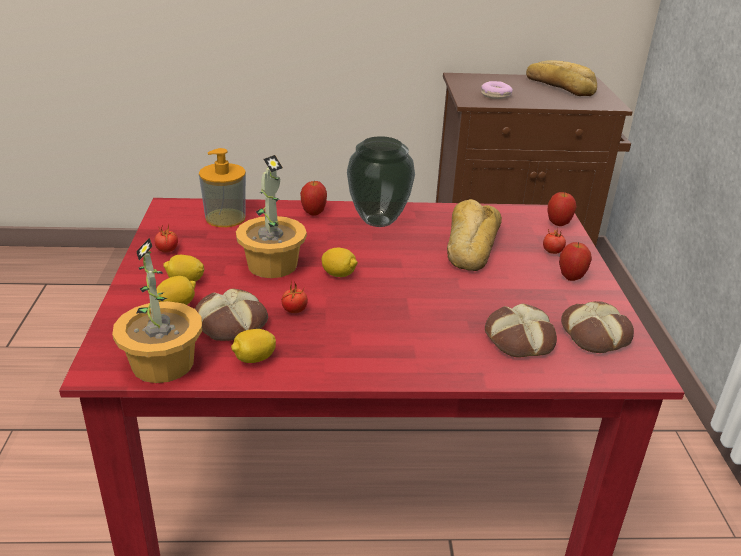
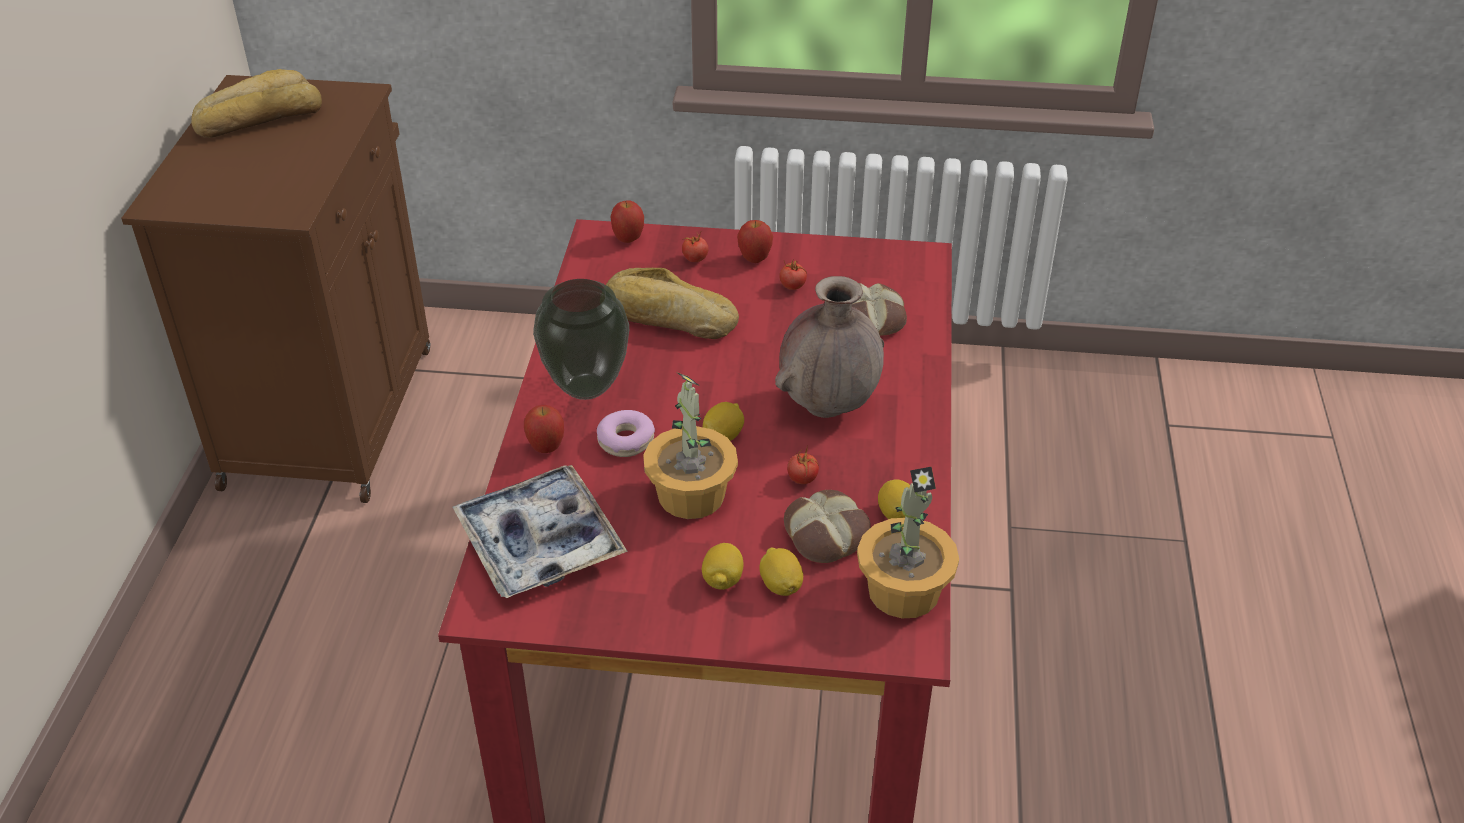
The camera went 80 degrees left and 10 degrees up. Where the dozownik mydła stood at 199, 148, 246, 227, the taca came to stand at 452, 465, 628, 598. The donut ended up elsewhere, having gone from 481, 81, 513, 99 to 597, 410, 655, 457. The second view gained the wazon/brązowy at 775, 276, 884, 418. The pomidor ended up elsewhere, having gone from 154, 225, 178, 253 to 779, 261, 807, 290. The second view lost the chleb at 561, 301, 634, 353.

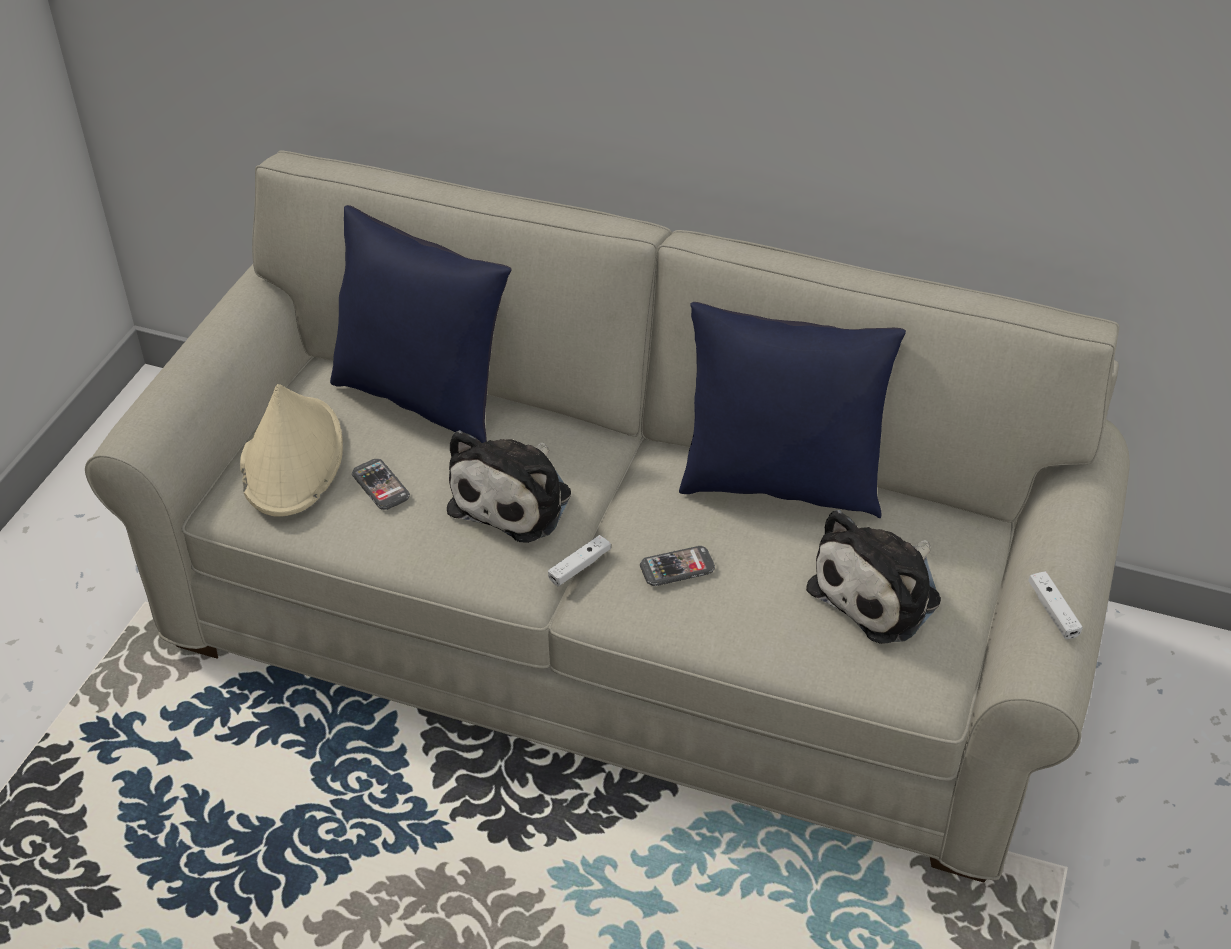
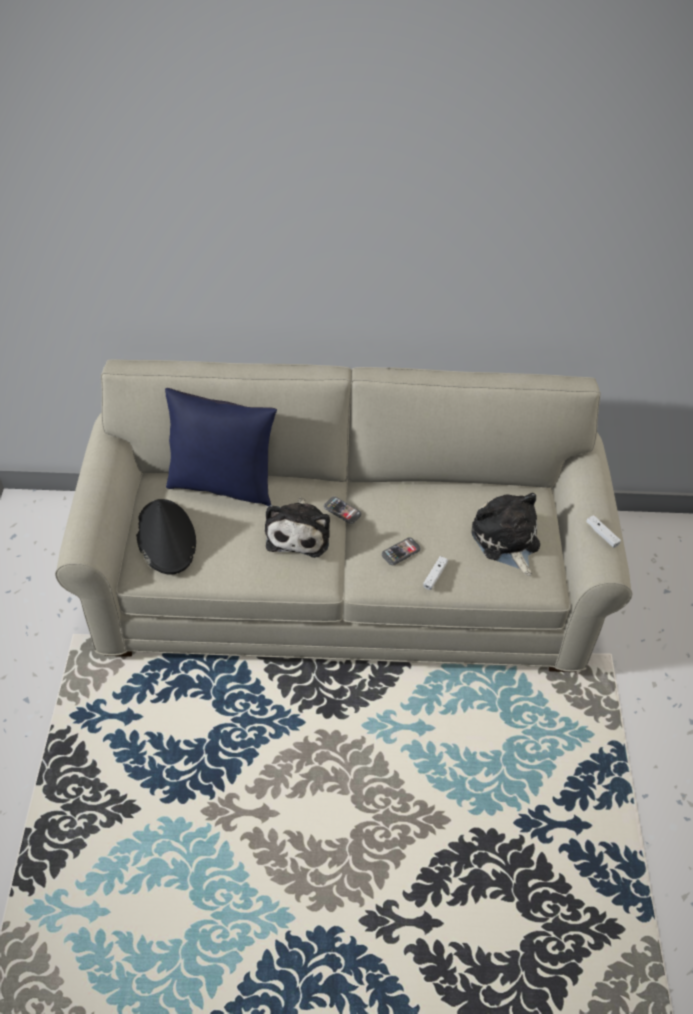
The camera went 20 degrees left and 5 degrees up. What was the kapelusz/beżowy at 240, 384, 343, 516 turned into the kapelusz/czarny at 136, 499, 196, 575. The telefon ended up elsewhere, having gone from 352, 459, 410, 510 to 324, 496, 361, 524. The pad do gier/biały ended up elsewhere, having gone from 548, 535, 611, 586 to 423, 556, 448, 590. The pluszak at 806, 510, 941, 644 ended up facing another way, 135 degrees clockwise from before. The second view lost the poduszka/niebieski at 679, 302, 906, 518.

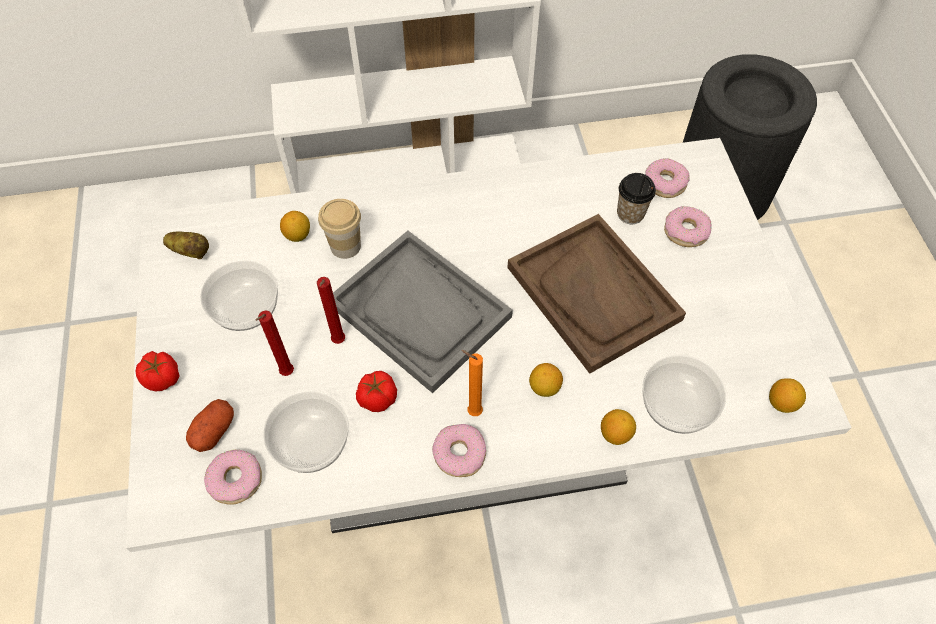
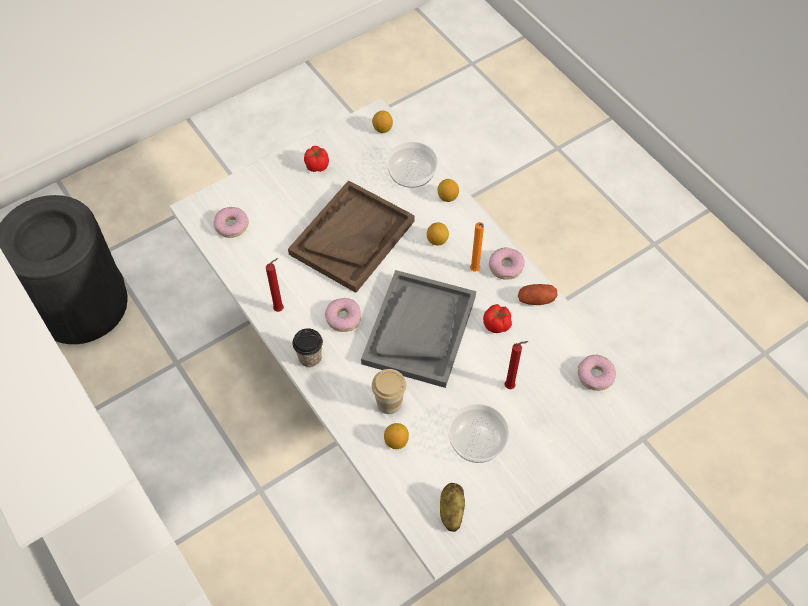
The camera went 115 degrees left and 0 degrees up. The świeca/czerwony ended up elsewhere, having gone from 317, 277, 345, 344 to 266, 258, 284, 312. The filiżanka ended up elsewhere, having gone from 617, 173, 656, 224 to 292, 328, 323, 367. The pomidor ended up elsewhere, having gone from 136, 351, 180, 392 to 304, 146, 329, 172. The donut ended up elsewhere, having gone from 664, 206, 712, 247 to 325, 298, 361, 332. The ziemniak ended up elsewhere, having gone from 186, 399, 234, 452 to 518, 284, 557, 305. The second view lost the miska at 263, 391, 349, 473.

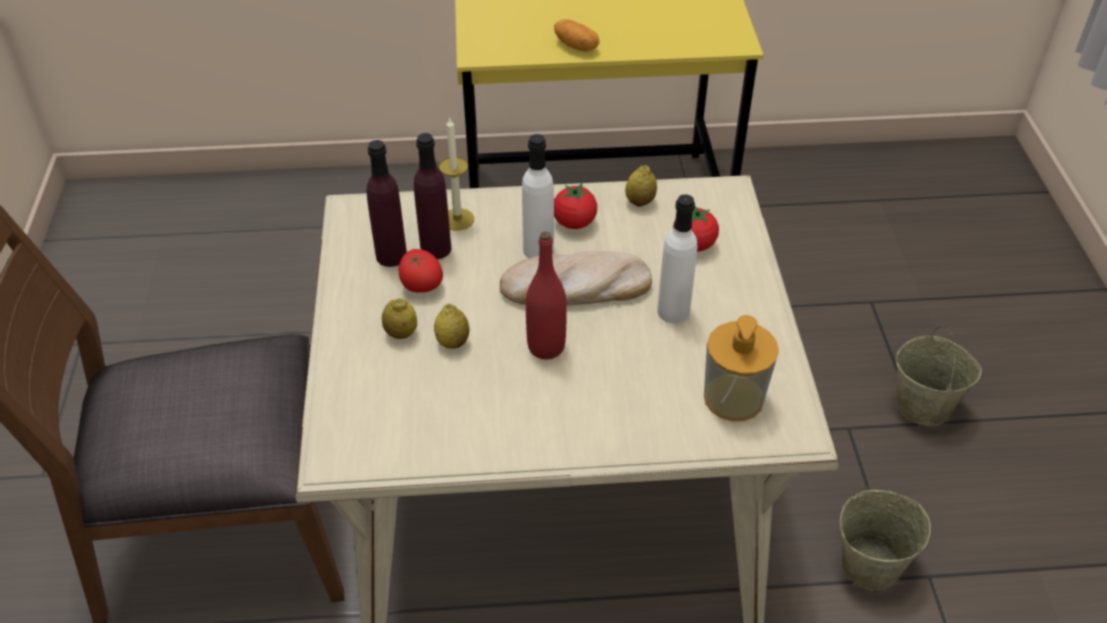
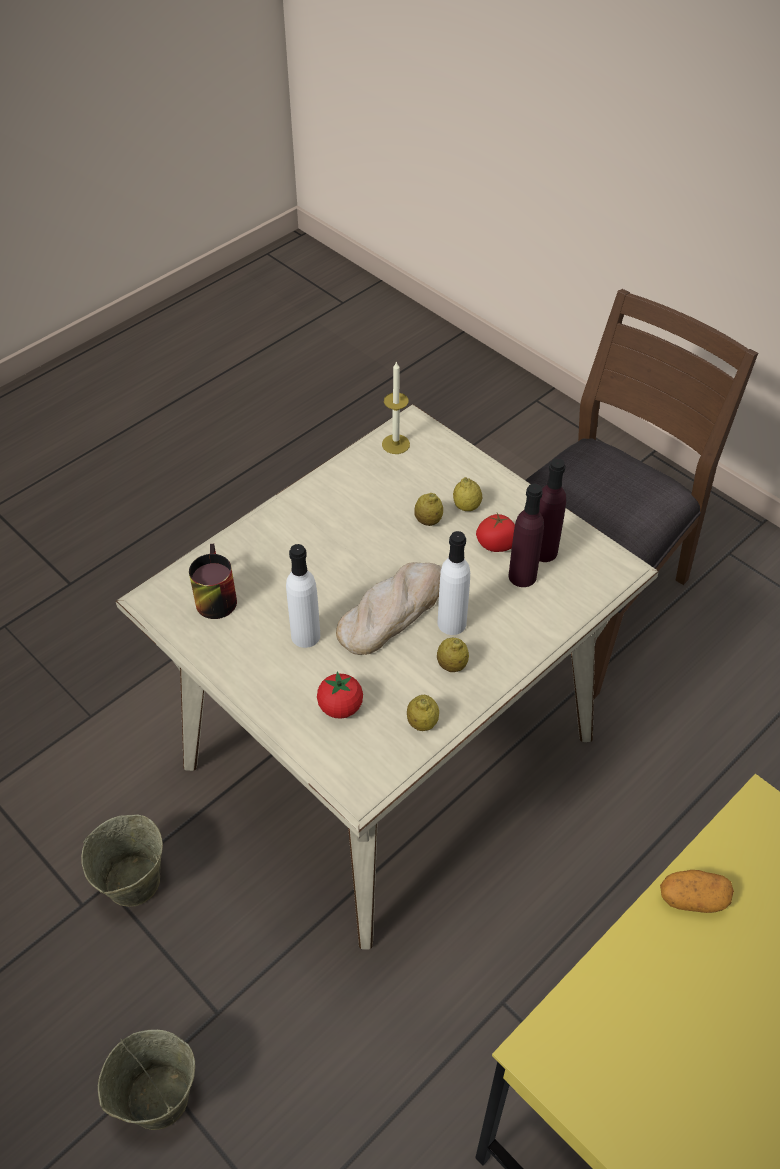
The camera went 140 degrees right and 5 degrees up. Where the dozownik mydła stood at 704, 315, 779, 421, the kubek came to stand at 189, 544, 237, 619. The świeca ended up elsewhere, having gone from 439, 118, 474, 230 to 382, 361, 410, 454. Where the pomidor stood at 554, 183, 597, 229, the cytryna came to stand at 437, 638, 469, 672. The second view lost the butelka/czerwony at 526, 232, 567, 359.

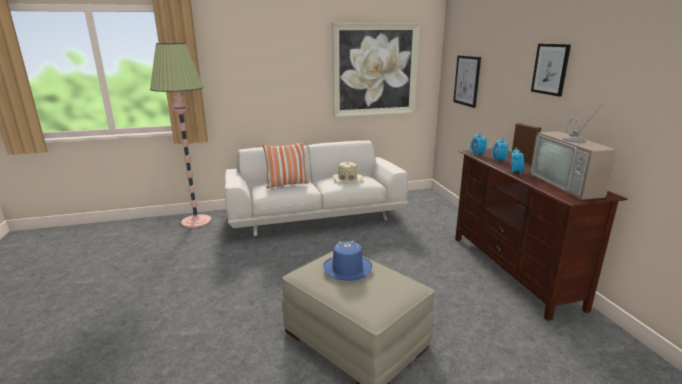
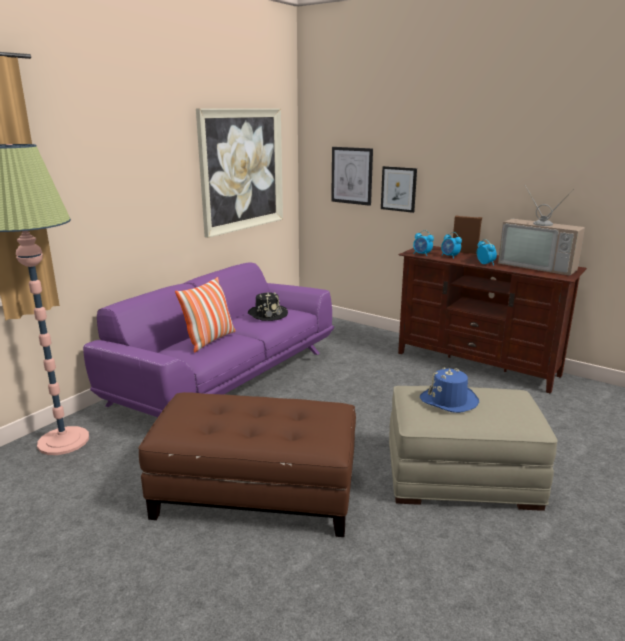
The camera went 40 degrees left and 0 degrees up. What was the kanapa/biały at 225, 141, 408, 236 turned into the kanapa/fioletowy at 83, 262, 334, 417. The second view gained the pufa/brązowy at 138, 392, 356, 537. What was the kapelusz/beżowy at 333, 161, 363, 183 turned into the kapelusz/czarny at 248, 292, 288, 321. The obraz ended up elsewhere, having gone from 531, 44, 571, 97 to 381, 166, 417, 213.

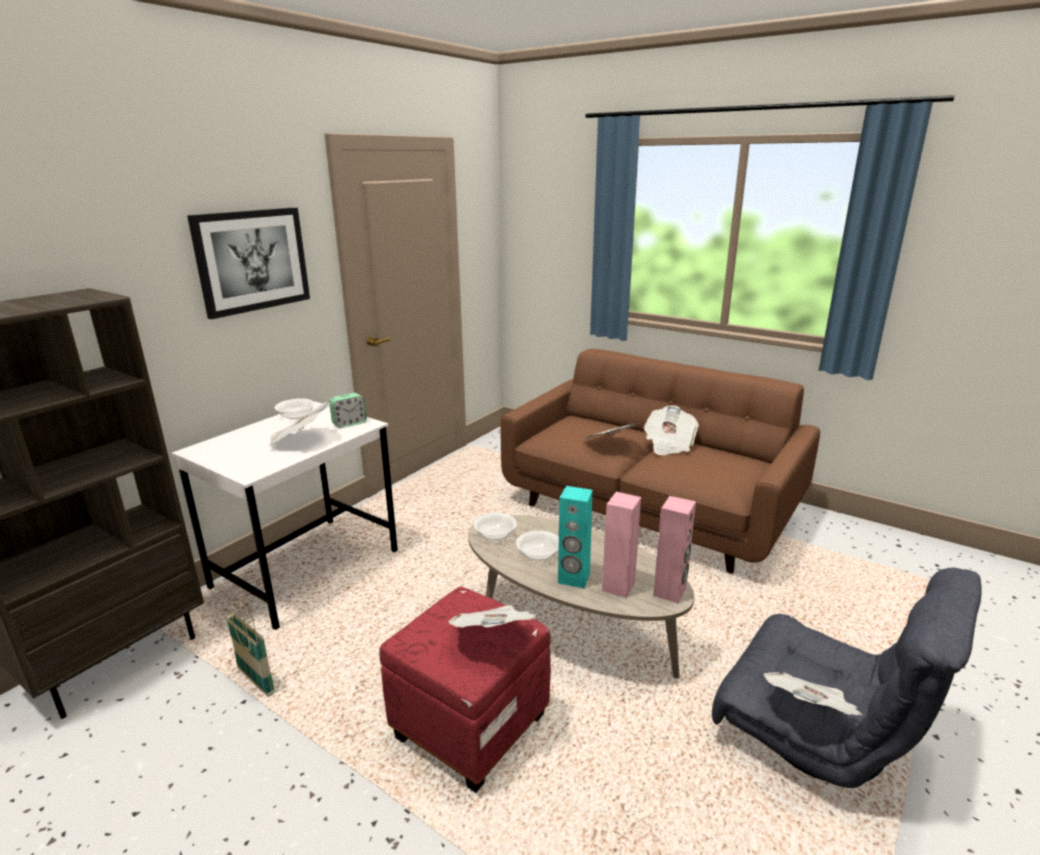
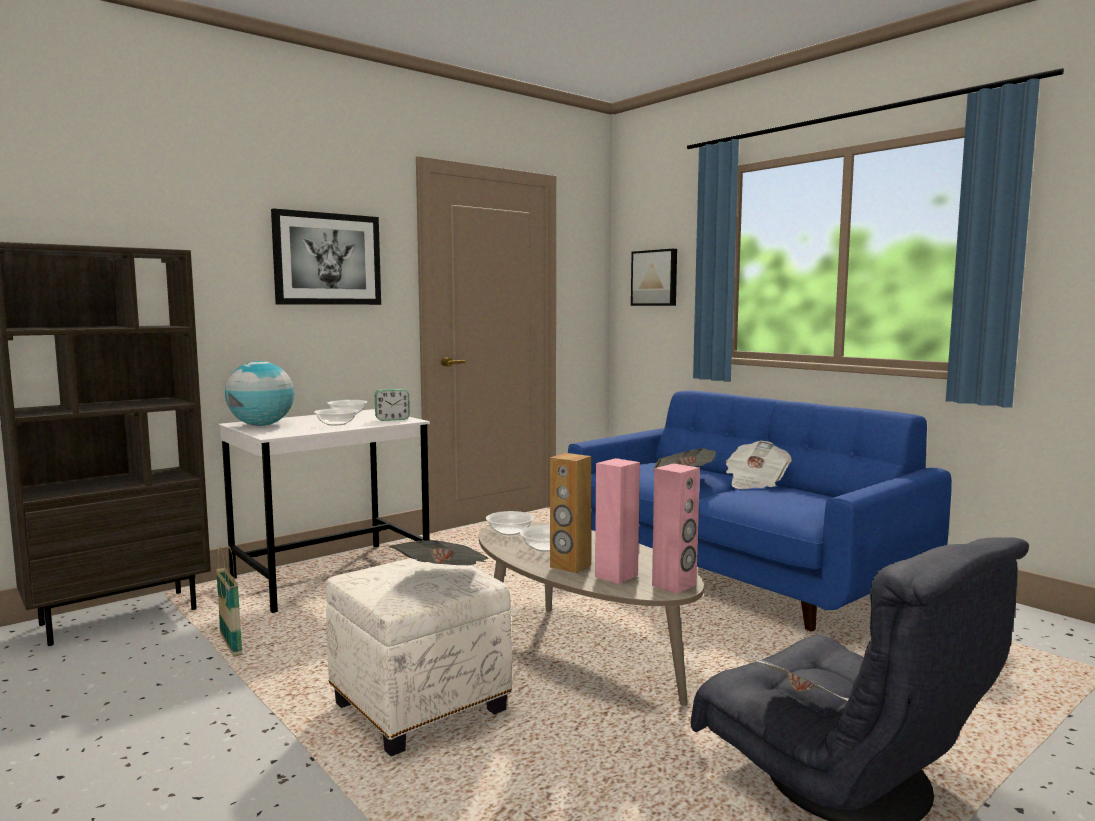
The camera went 15 degrees right and 15 degrees down. The second view gained the globus at 225, 361, 294, 426. Where the gazeta stood at 269, 402, 330, 446, the miska came to stand at 314, 408, 358, 426. What was the pufa/czerwony at 379, 587, 551, 793 turned into the pufa/biały at 326, 558, 512, 756. What was the głośnik/turkusowy at 558, 486, 593, 588 turned into the głośnik/brązowy at 550, 453, 591, 573. What was the kanapa/brązowy at 500, 349, 820, 574 turned into the kanapa/niebieski at 568, 391, 952, 631. The second view gained the obraz at 631, 249, 677, 306.

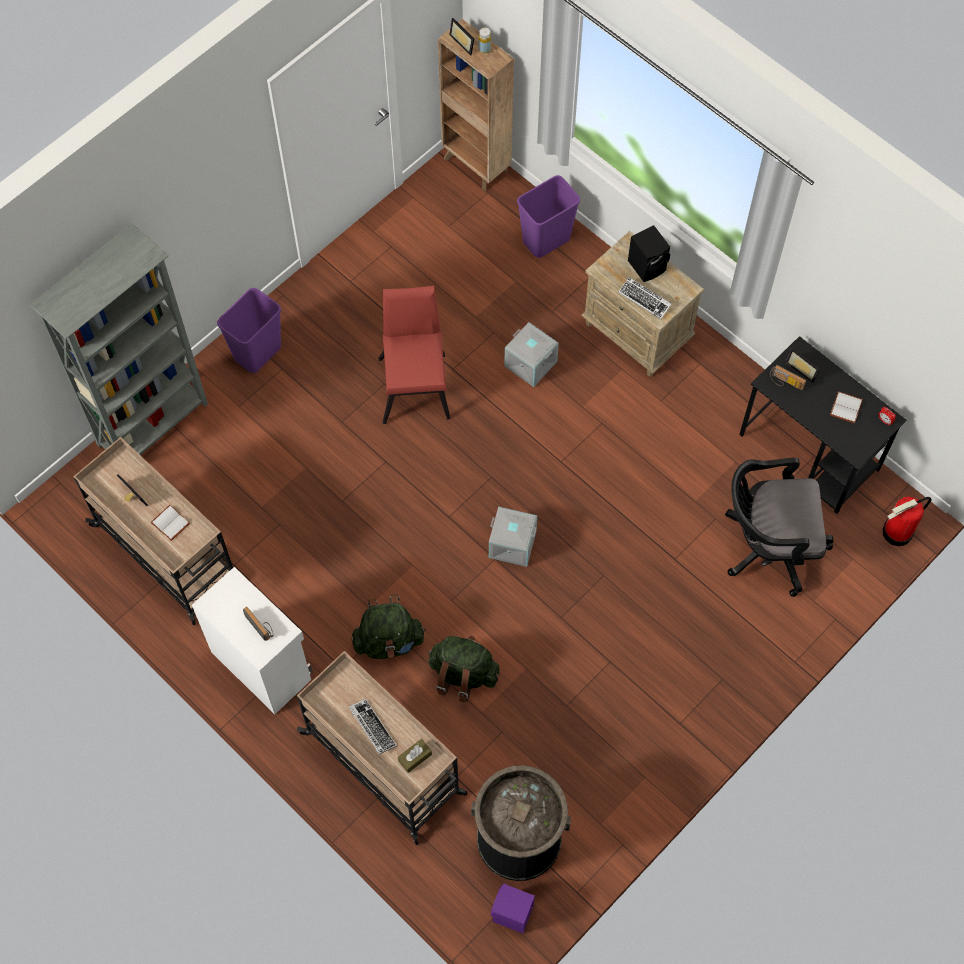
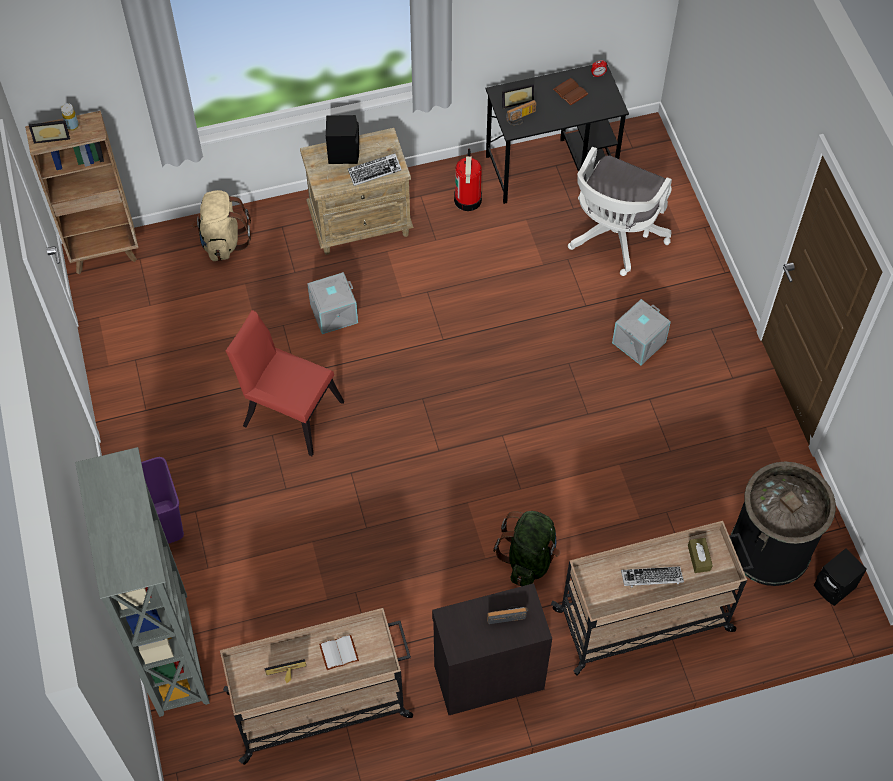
The camera went 60 degrees left and 5 degrees down. Where the kosz na śmieci/fioletowy stood at 517, 175, 580, 258, the plecak/beżowy came to stand at 192, 190, 251, 261. What was the szafka/biały at 192, 567, 313, 714 turned into the szafka/czarny at 432, 583, 552, 715. The gaśnica ended up elsewhere, having gone from 882, 497, 932, 546 to 454, 148, 482, 211. What was the książka/biały at 830, 391, 863, 424 turned into the książka/brązowy at 553, 78, 588, 106. What was the krzesło biurowe/czarny at 725, 458, 833, 597 turned into the krzesło biurowe/biały at 568, 147, 672, 276. The pojemnik do przechowywania/szary ended up elsewhere, having gone from 489, 506, 537, 567 to 612, 299, 671, 365. What was the głośnik/fioletowy at 490, 884, 535, 933 turned into the głośnik/czarny at 814, 548, 867, 606. The second view lost the plecak/zielony at 428, 636, 500, 702.

